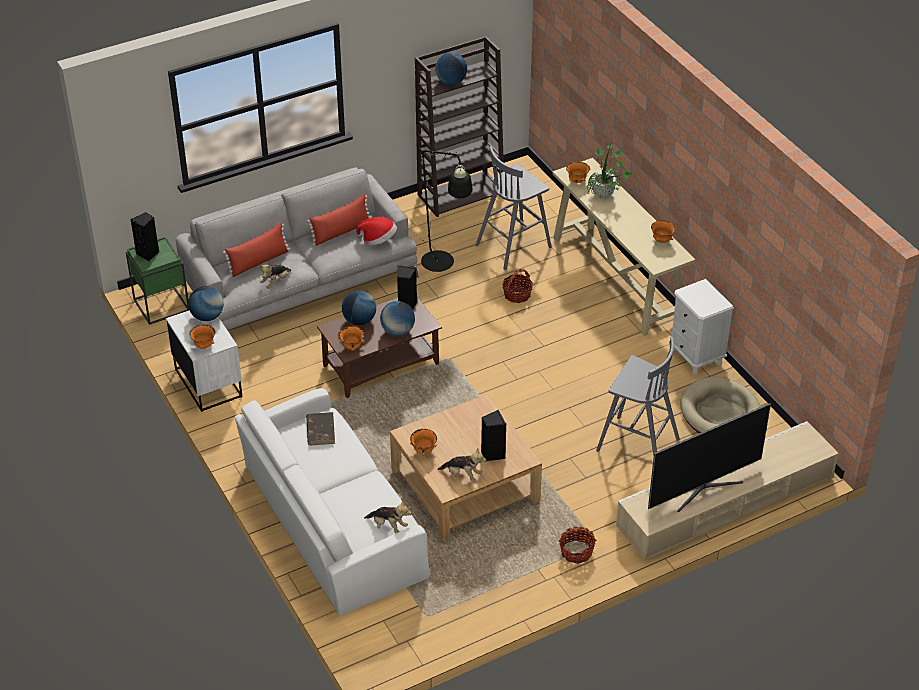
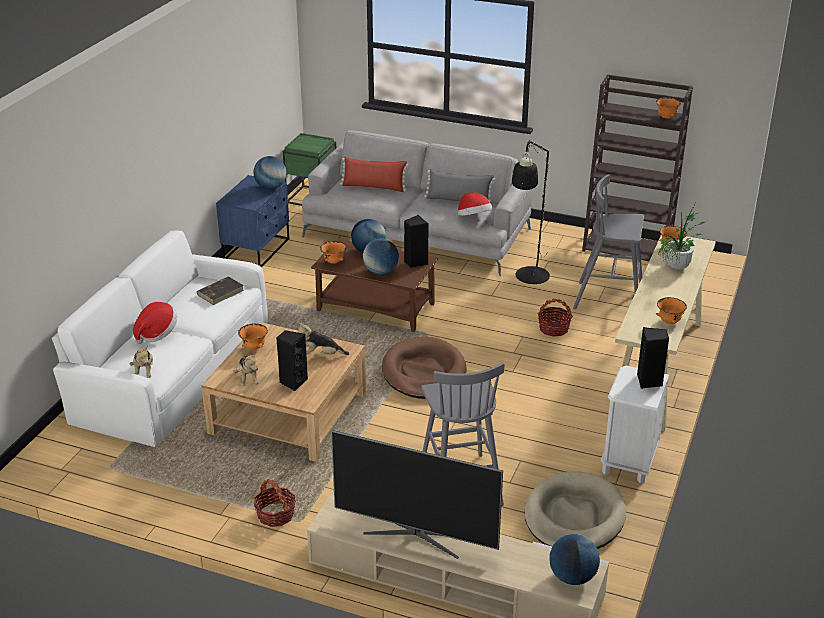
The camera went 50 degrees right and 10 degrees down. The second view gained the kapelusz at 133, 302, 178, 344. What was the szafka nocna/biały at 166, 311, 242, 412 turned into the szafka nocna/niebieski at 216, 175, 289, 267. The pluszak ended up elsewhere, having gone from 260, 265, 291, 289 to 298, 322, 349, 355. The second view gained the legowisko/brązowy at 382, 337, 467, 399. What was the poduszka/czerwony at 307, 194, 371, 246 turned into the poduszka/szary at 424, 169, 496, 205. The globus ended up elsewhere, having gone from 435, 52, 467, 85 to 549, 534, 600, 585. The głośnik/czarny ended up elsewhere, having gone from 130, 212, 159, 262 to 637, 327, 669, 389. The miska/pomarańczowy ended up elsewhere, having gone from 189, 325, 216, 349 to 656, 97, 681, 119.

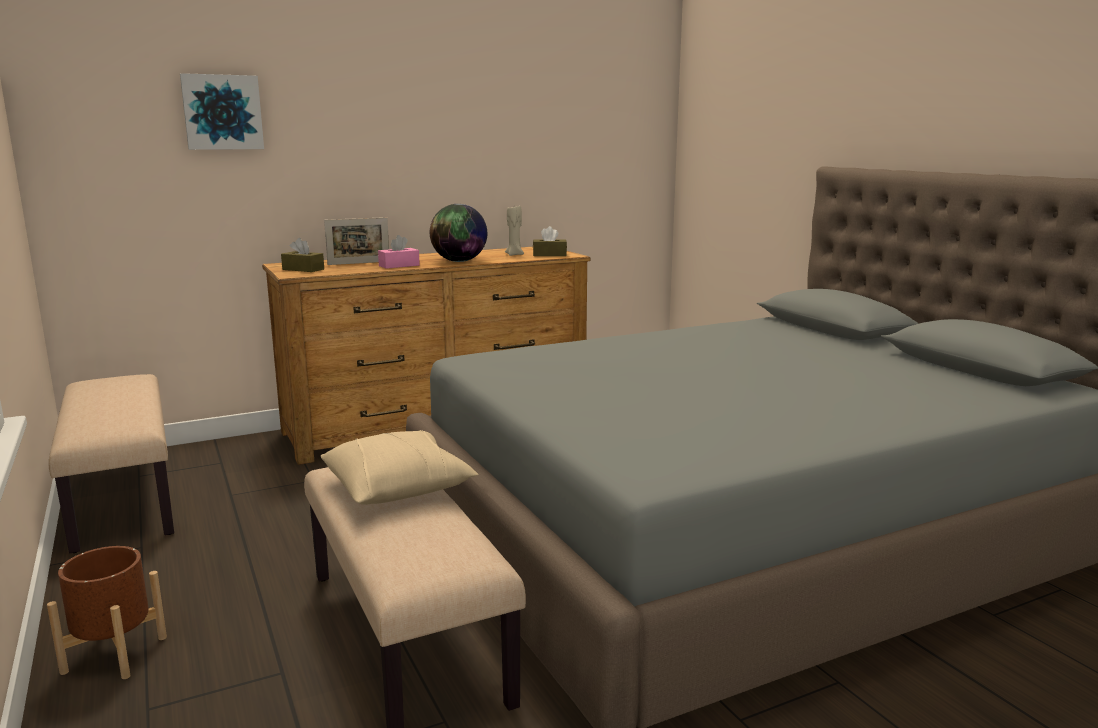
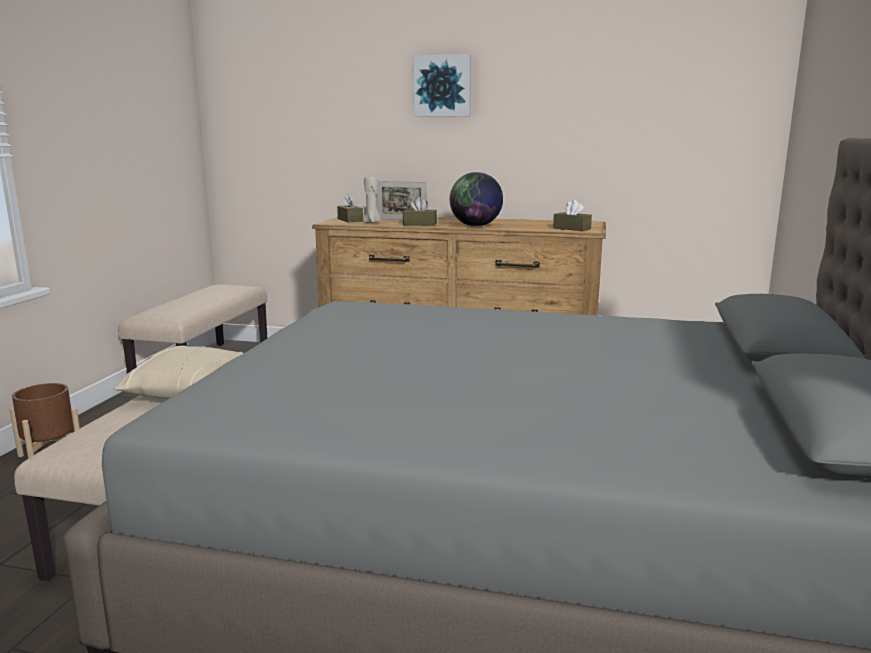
The camera went 40 degrees right and 0 degrees up. The świeca/beżowy ended up elsewhere, having gone from 505, 206, 524, 256 to 364, 176, 381, 223. What was the pudełko chusteczek/różowy at 378, 235, 420, 269 turned into the pudełko chusteczek/brązowy at 403, 197, 437, 226. The obraz ended up elsewhere, having gone from 180, 73, 264, 150 to 413, 54, 472, 117.

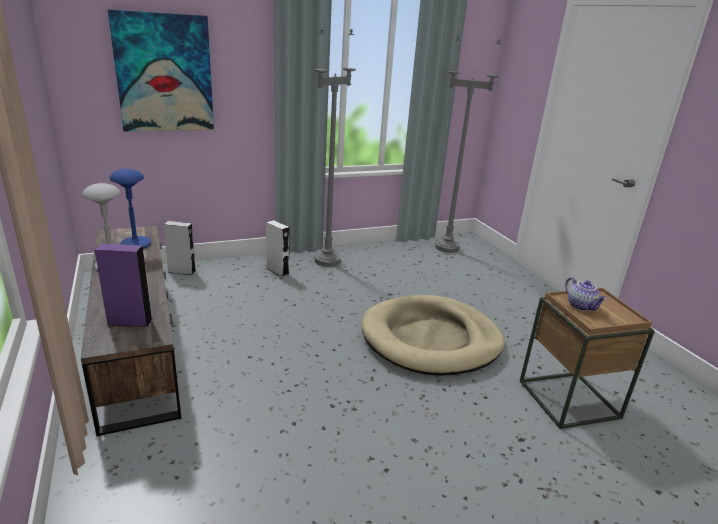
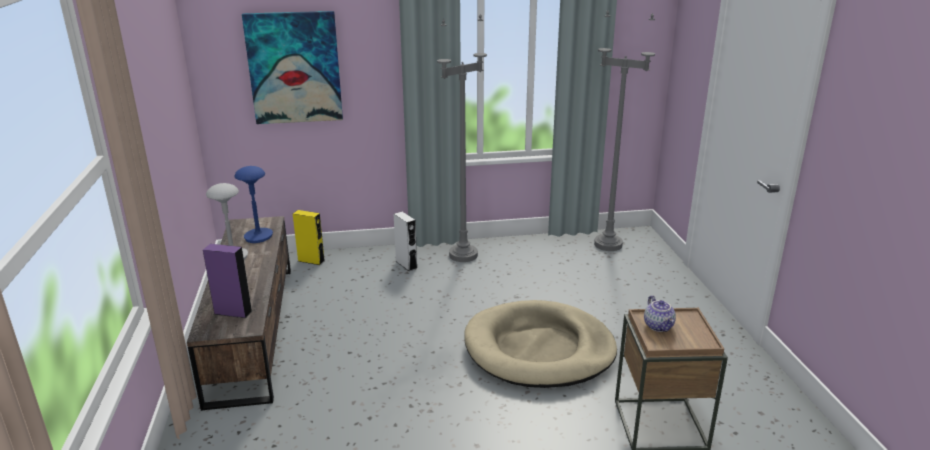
The camera went 15 degrees right and 0 degrees up. What was the głośnik/szary at 163, 221, 196, 275 turned into the głośnik/żółty at 293, 210, 325, 265.

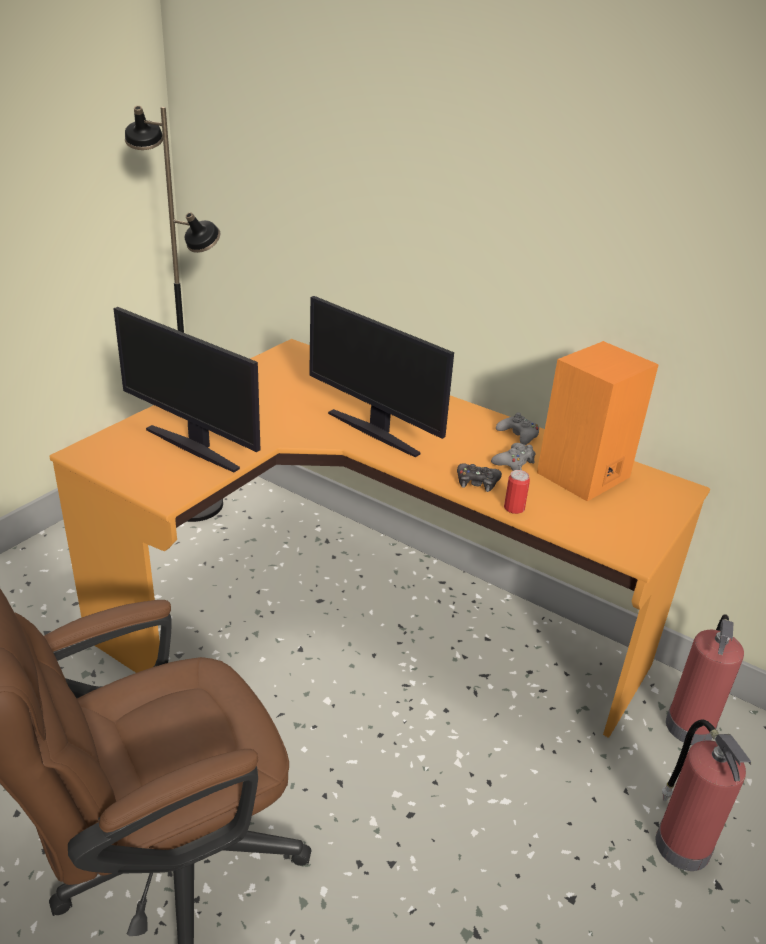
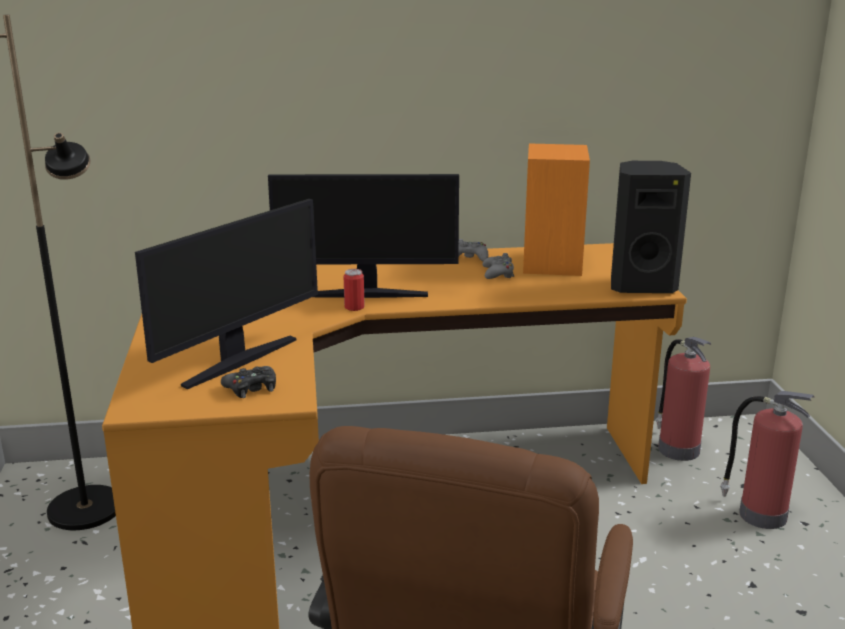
The camera went 40 degrees left and 10 degrees down. The monitor at 113, 307, 260, 472 ended up facing another way, 45 degrees counterclockwise from before. The pad do gier/czarny ended up elsewhere, having gone from 457, 463, 502, 492 to 221, 366, 276, 398. The puszka ended up elsewhere, having gone from 504, 470, 530, 514 to 344, 269, 365, 311. The second view gained the głośnik/czarny at 611, 161, 691, 293.

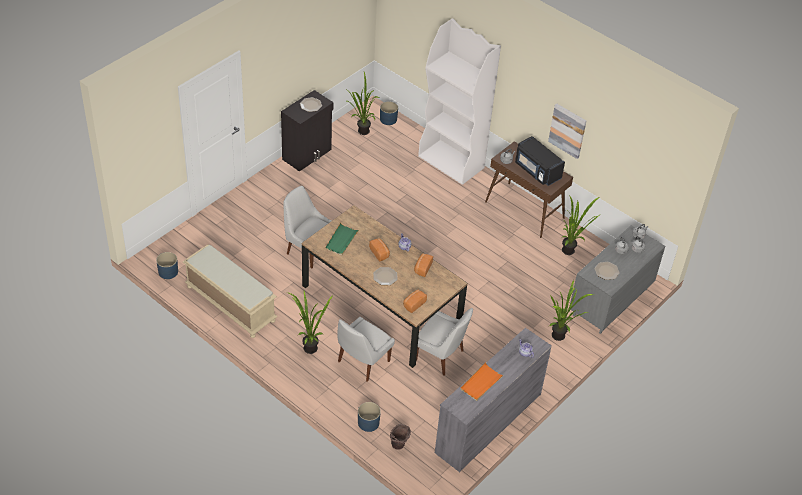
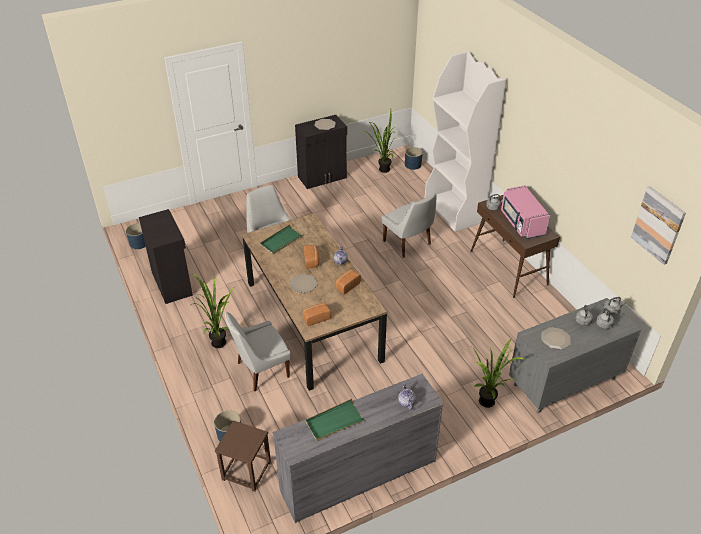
The camera went 25 degrees right and 5 degrees down. Where the ławka/beżowy stood at 183, 245, 278, 338, the szafka/czarny came to stand at 139, 209, 193, 304. Where the wiadro/brązowy stood at 390, 424, 411, 450, the stołek/brązowy came to stand at 215, 420, 271, 492. What was the taca/pomarańczowy at 460, 362, 504, 401 turned into the taca/zielony at 305, 399, 365, 441. The krzesło/biały ended up elsewhere, having gone from 416, 308, 473, 375 to 382, 193, 437, 258. What was the mikrofalówka/czarny at 515, 136, 565, 186 turned into the mikrofalówka/różowy at 501, 185, 550, 239. The obraz ended up elsewhere, having gone from 548, 103, 586, 159 to 631, 186, 686, 265. The second view lost the roślina doniczkowa at 561, 195, 599, 255.

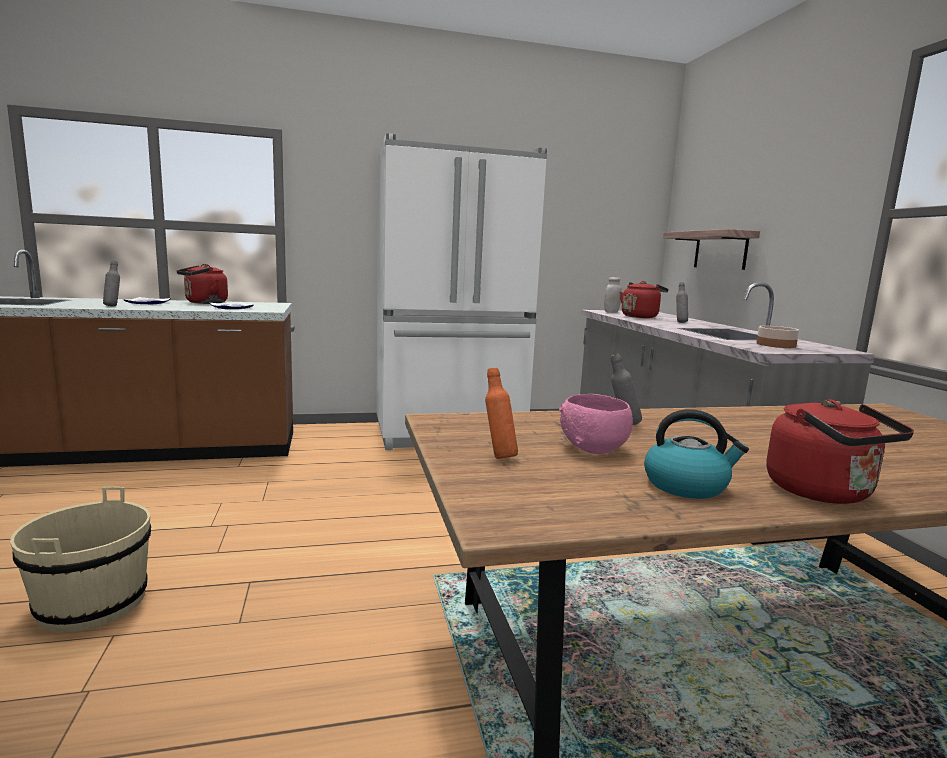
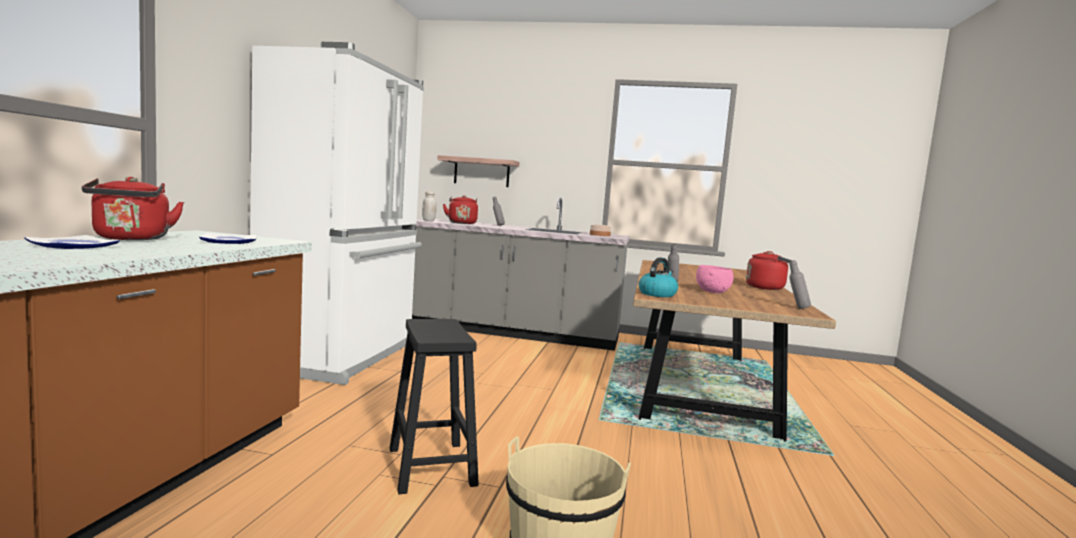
The camera went 65 degrees left and 5 degrees down. The second view gained the stołek/czarny at 390, 319, 479, 494. The czajnik ended up elsewhere, having gone from 644, 409, 749, 499 to 639, 257, 678, 297. The butelka/szary ended up elsewhere, having gone from 103, 260, 120, 307 to 789, 260, 811, 309. The second view lost the butelka/pomarańczowy at 485, 368, 518, 459.

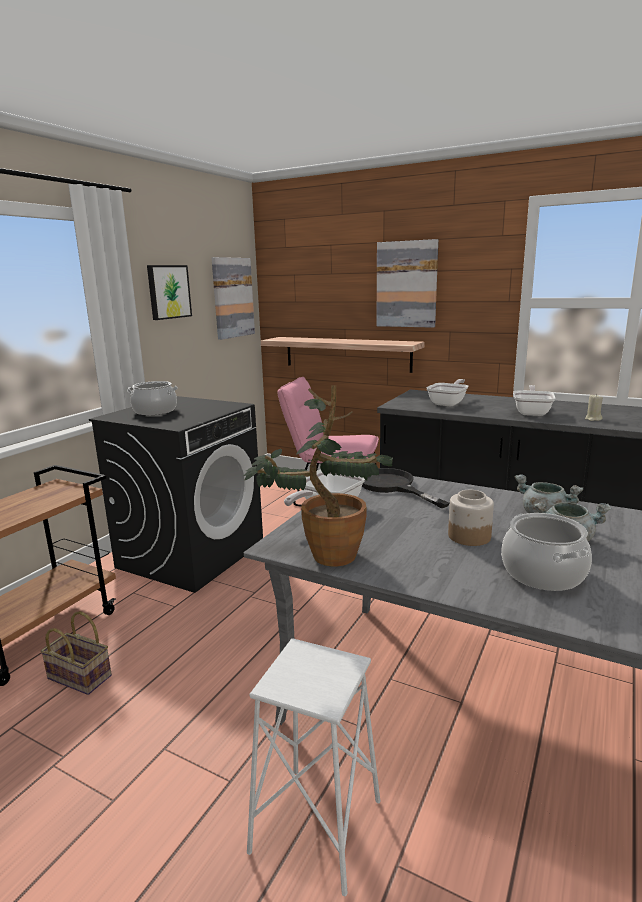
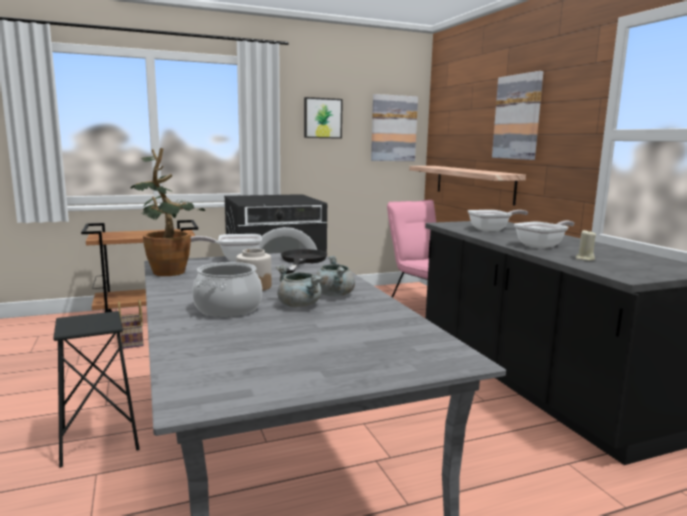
The camera went 40 degrees right and 5 degrees down. What was the stołek/biały at 247, 638, 380, 897 turned into the stołek/czarny at 53, 311, 139, 468. The second view lost the garnek at 127, 381, 178, 415.

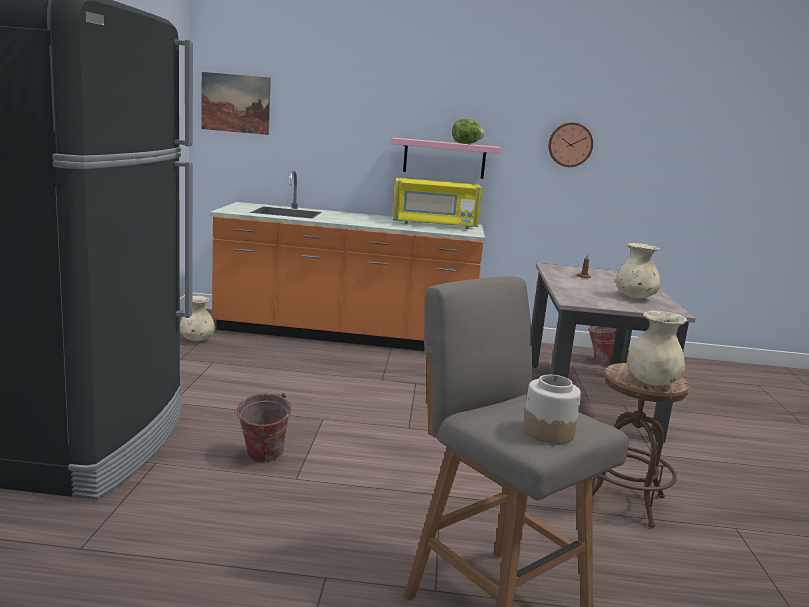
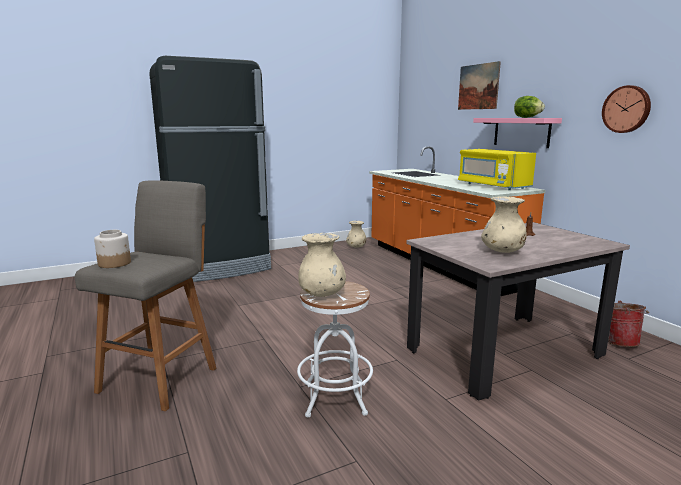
The camera went 60 degrees right and 0 degrees up. What was the stołek/brązowy at 592, 363, 689, 528 turned into the stołek/biały at 297, 281, 373, 417. The obraz ended up elsewhere, having gone from 201, 72, 271, 135 to 458, 61, 501, 110. The second view lost the wiadro at 234, 393, 291, 463.

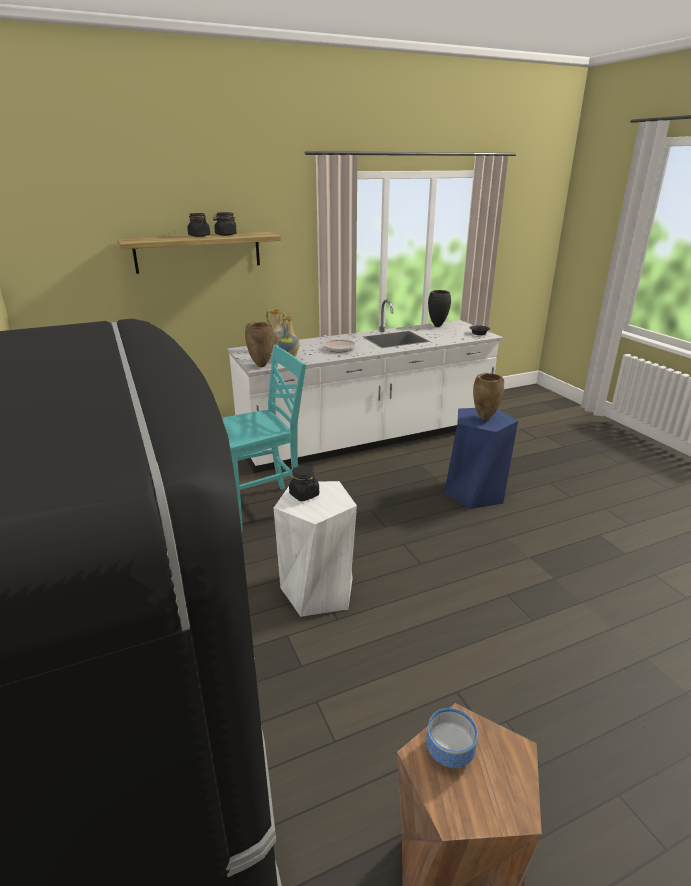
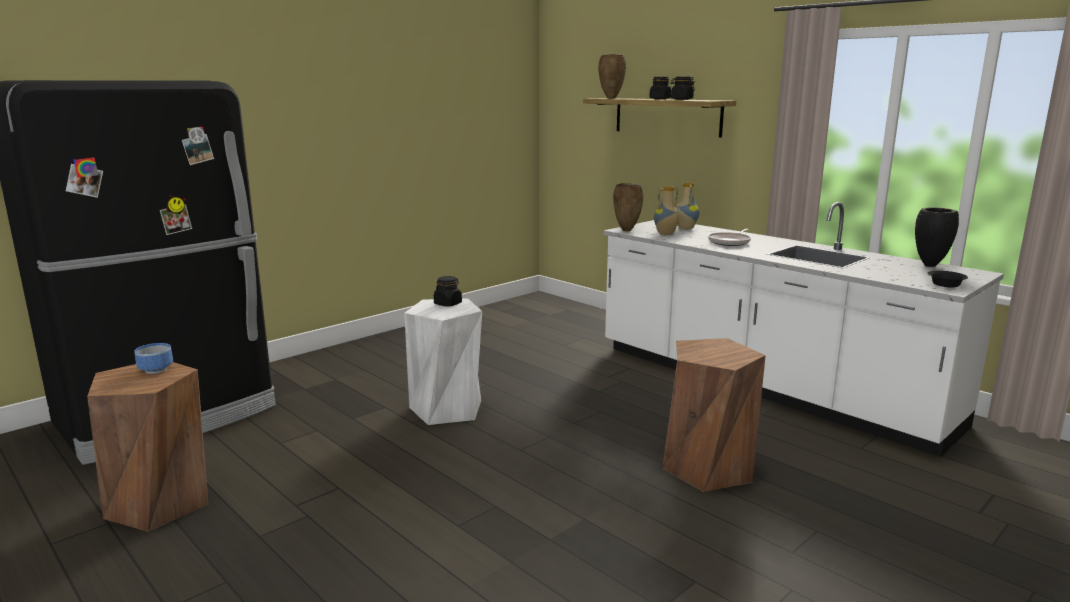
The camera went 70 degrees right and 10 degrees down. The wazon/brązowy ended up elsewhere, having gone from 473, 373, 504, 420 to 598, 54, 626, 99. What was the stołek/niebieski at 444, 408, 518, 509 turned into the stołek/brązowy at 662, 338, 766, 492. The second view lost the krzesło/turkusowy at 222, 345, 306, 533.

